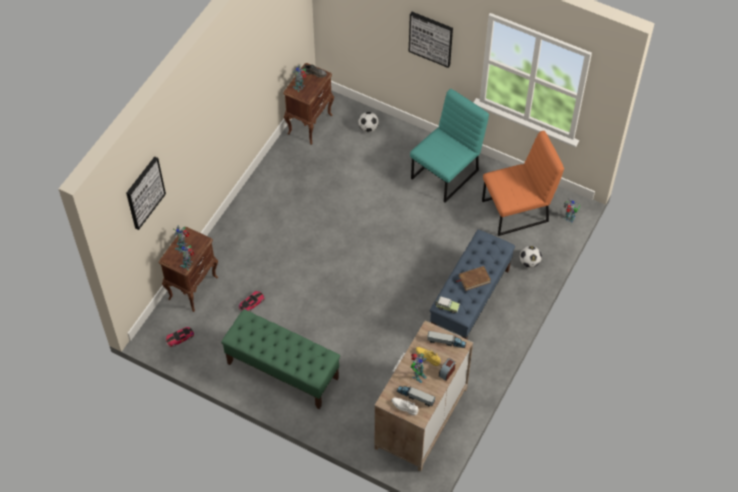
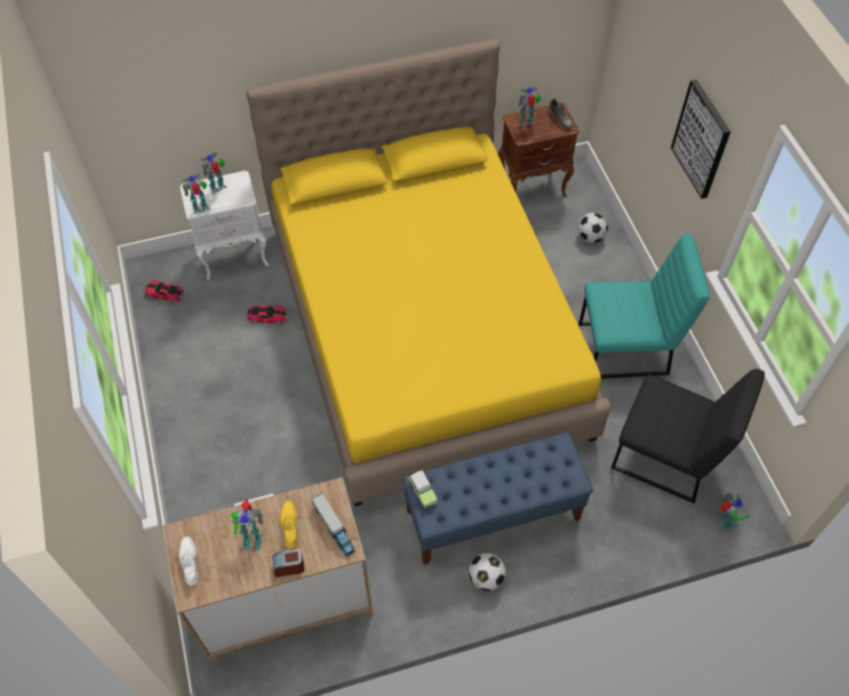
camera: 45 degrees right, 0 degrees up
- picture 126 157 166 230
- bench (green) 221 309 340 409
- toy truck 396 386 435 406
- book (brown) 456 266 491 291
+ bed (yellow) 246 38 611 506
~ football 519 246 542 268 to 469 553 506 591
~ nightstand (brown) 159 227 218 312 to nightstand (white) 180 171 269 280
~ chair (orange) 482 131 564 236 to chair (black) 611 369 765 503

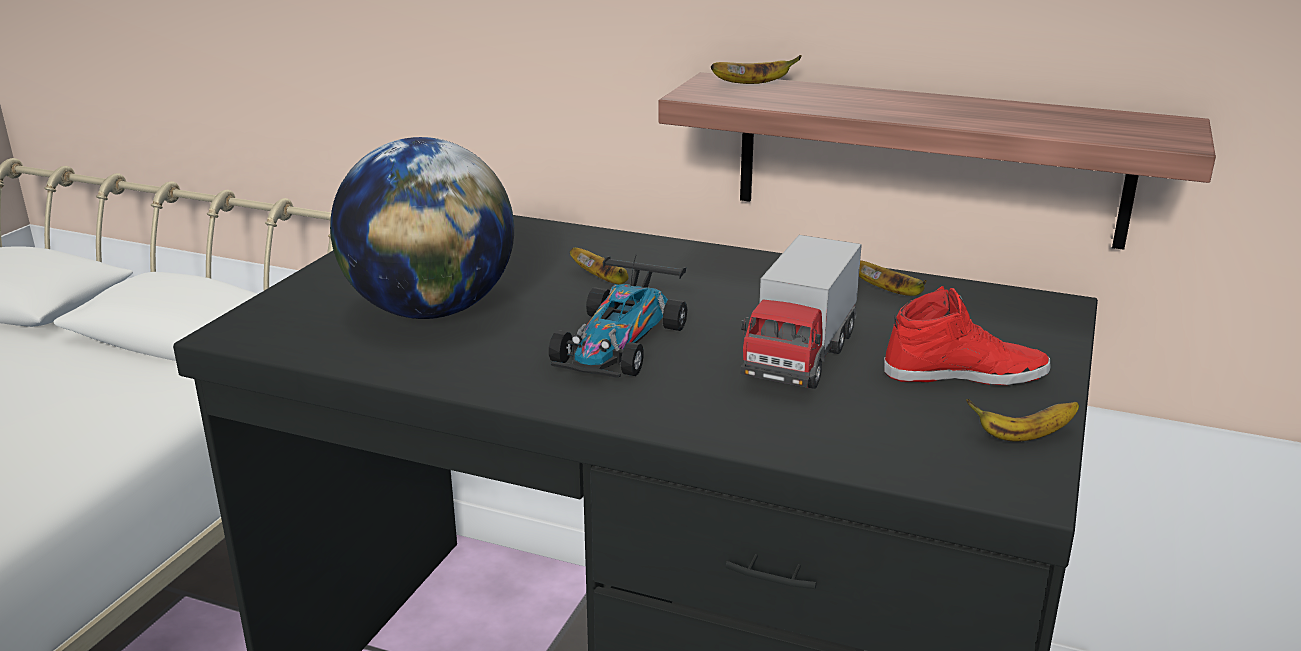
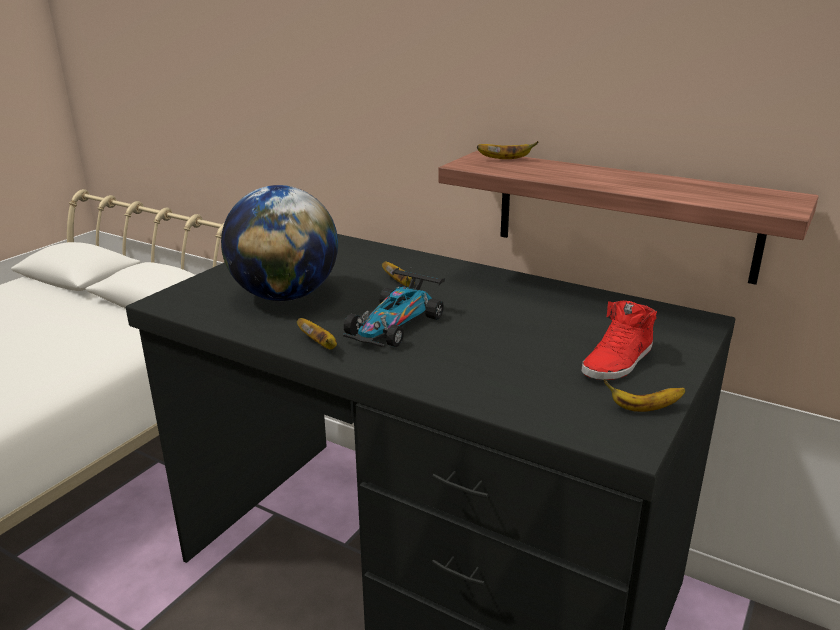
camera: 10 degrees right, 0 degrees up
- toy truck 740 235 862 389
~ banana 859 260 926 296 to 297 318 337 349
~ shoe (red) 884 286 1051 385 = 582 301 657 380 120 degrees clockwise

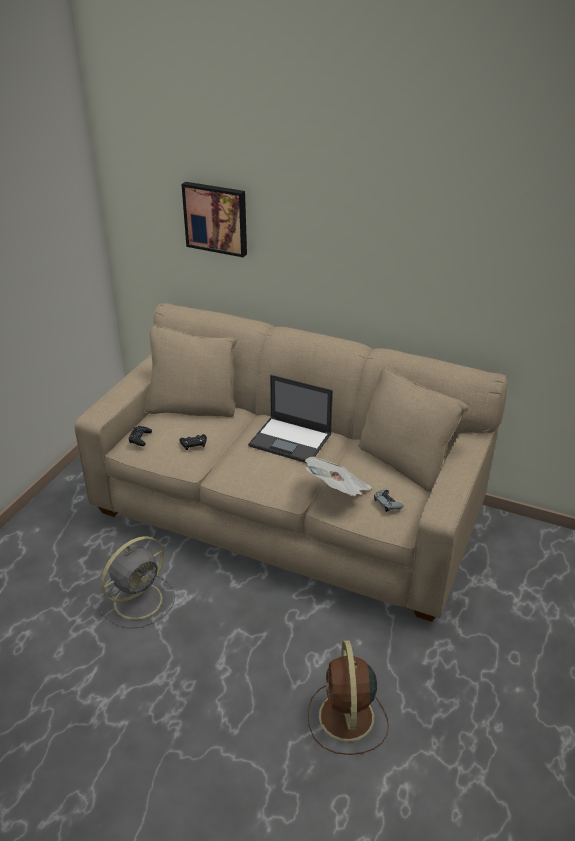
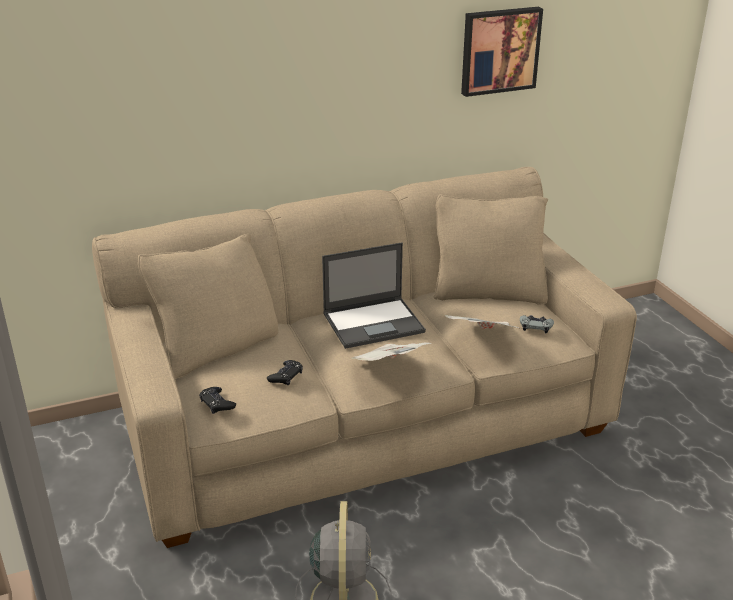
camera: 45 degrees left, 5 degrees down
- fan (brown) 308 640 389 755
+ newspaper 351 342 431 361
~ picture 182 182 247 257 to 461 7 543 97

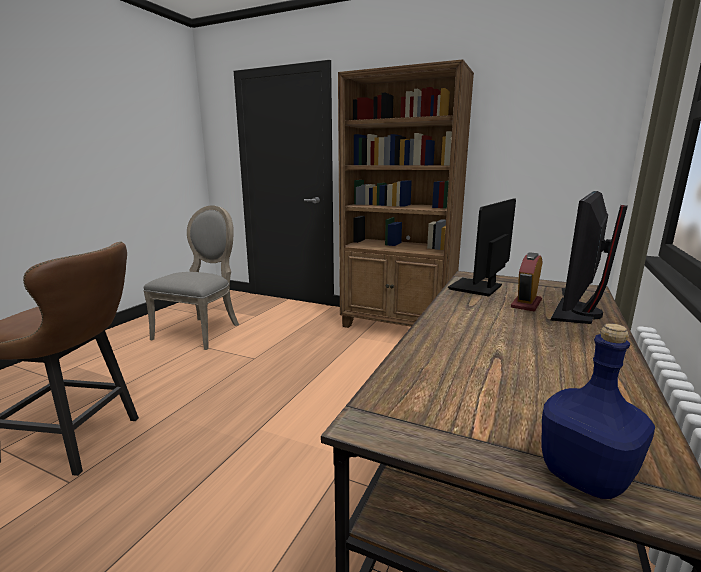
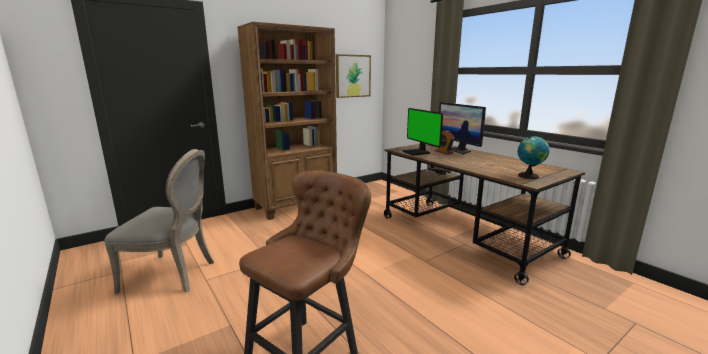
camera: 60 degrees left, 0 degrees up
- bottle (blue) 541 323 655 499
+ picture 336 54 371 98
+ globe 518 136 550 179
~ chair (grey) 143 205 239 350 = 104 149 214 294 135 degrees clockwise

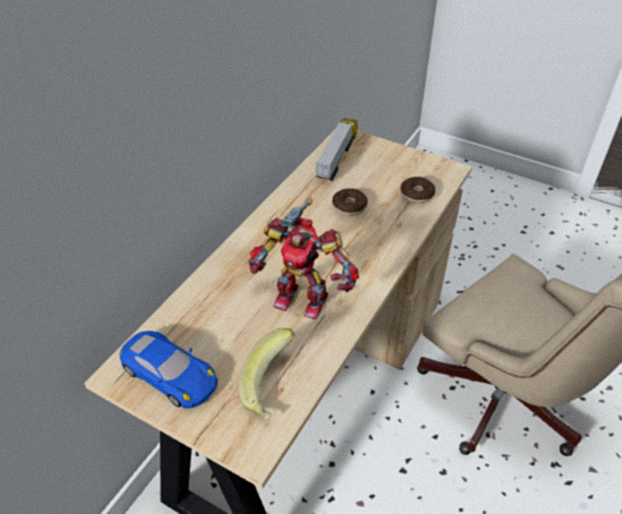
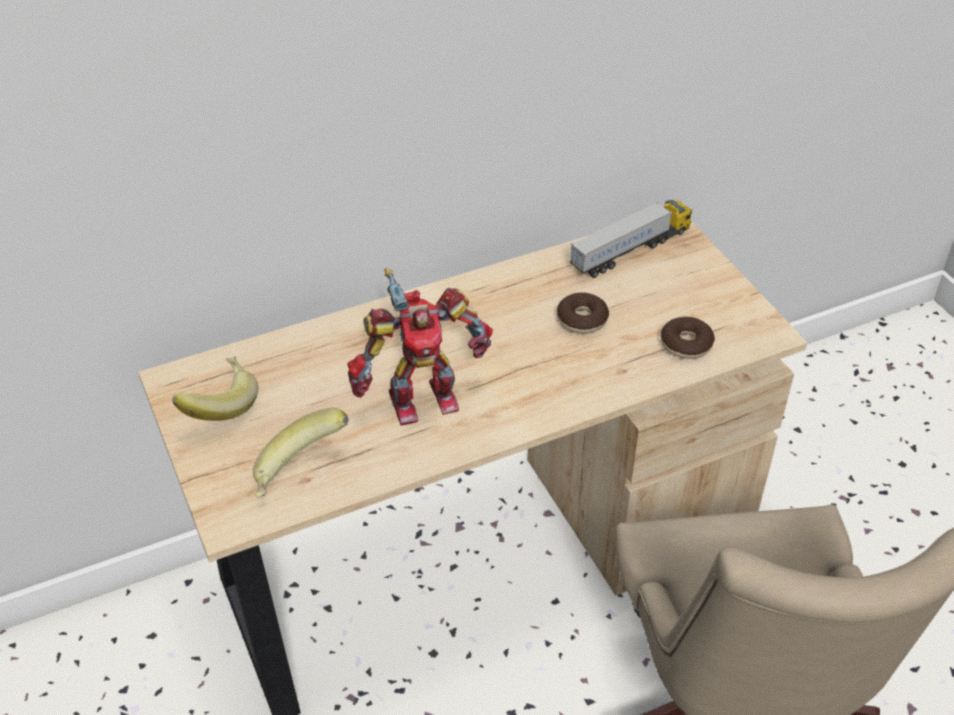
camera: 35 degrees right, 0 degrees up
~ toy car (blue) 120 331 218 408 to banana 172 356 258 421
~ toy robot 249 197 359 319 = 347 268 493 425 75 degrees counterclockwise

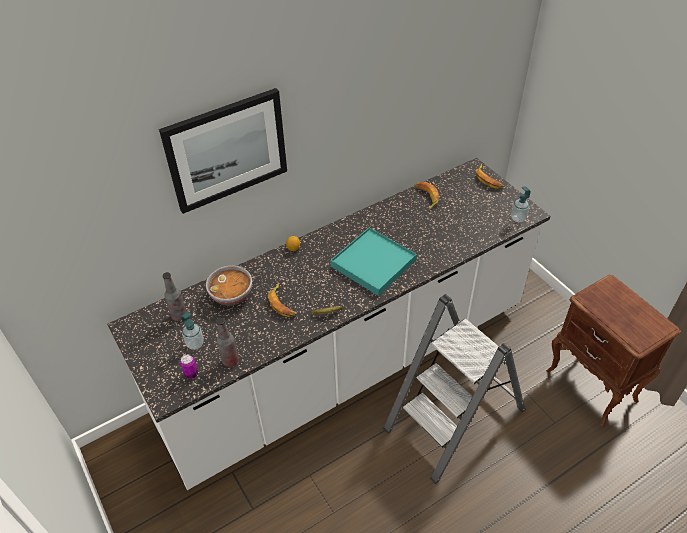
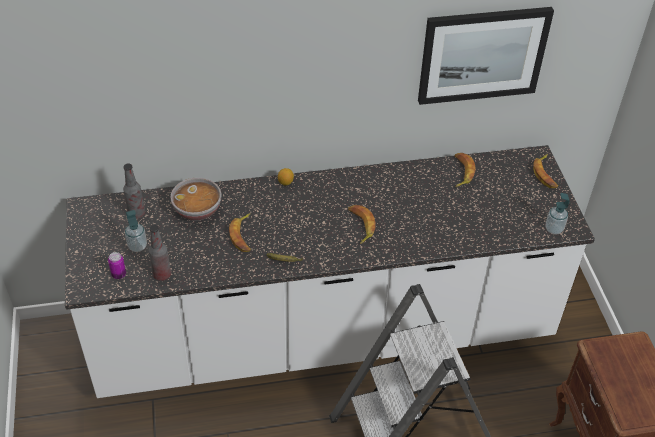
camera: 20 degrees right, 0 degrees up
~ picture 159 88 287 214 to 418 7 554 105
~ tray (turquoise) 331 227 417 296 to banana 348 205 376 244

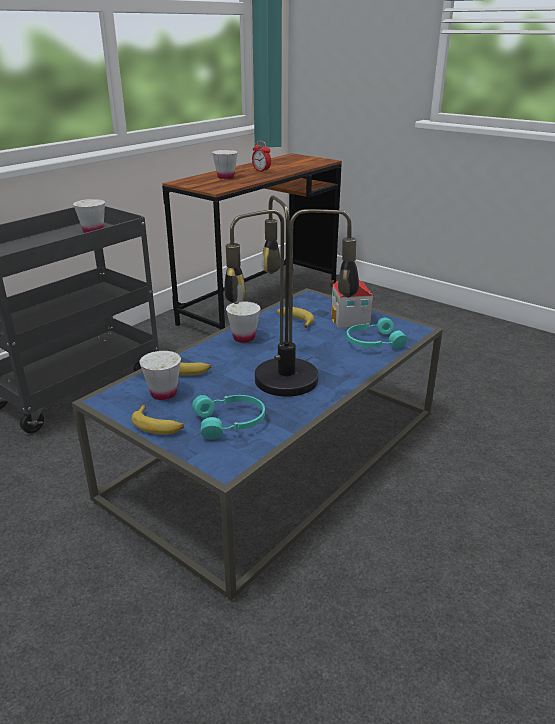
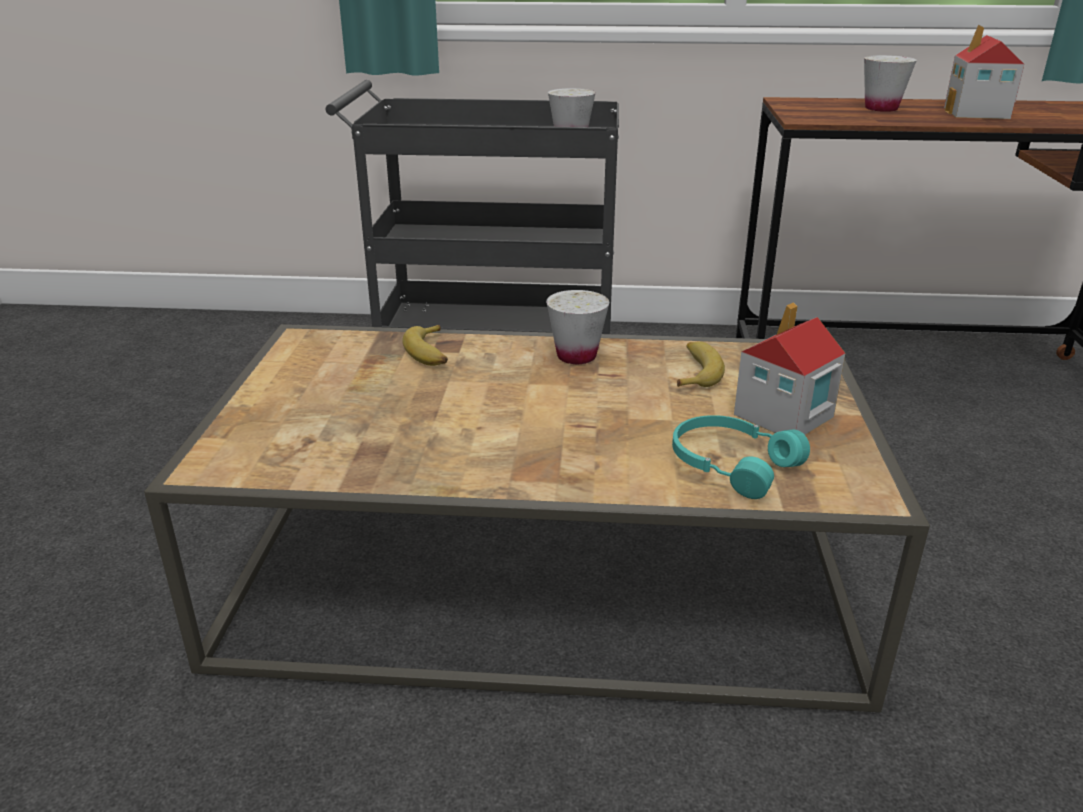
camera: 55 degrees right, 0 degrees up
- banana 131 405 184 434
- cup (white) 139 351 181 400
- headphones (turquoise) 192 395 265 440
- table lamp 224 195 359 397
~ alarm clock 252 141 271 172 to toy house 944 25 1024 119
~ coffee table (blue) 72 288 443 600 to coffee table (brown) 144 324 930 713

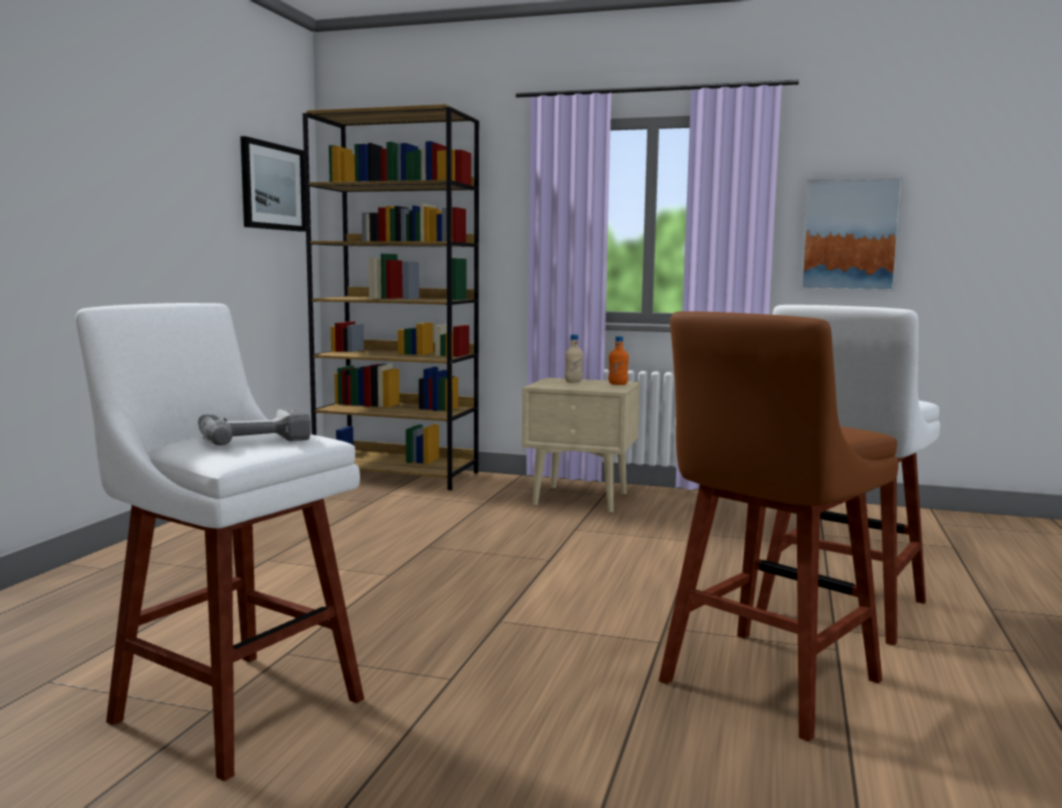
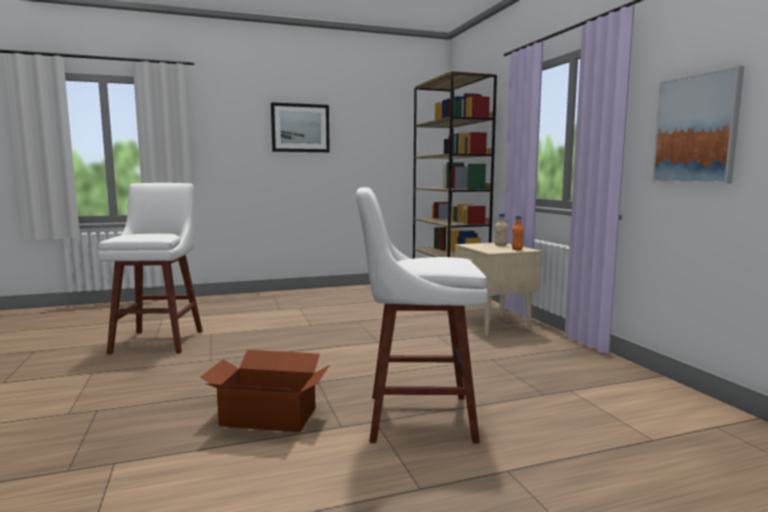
camera: 55 degrees right, 0 degrees up
- power drill 198 408 311 446
~ picture 240 136 306 232 to 271 102 330 152
~ stool (brown) 659 311 899 742 to cardboard box 201 350 330 432

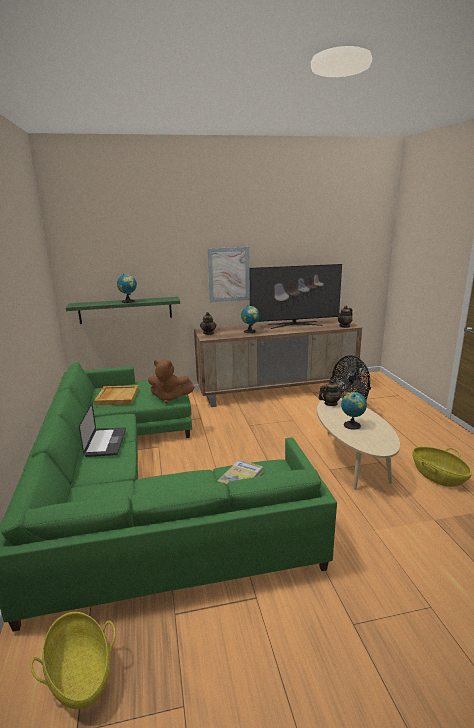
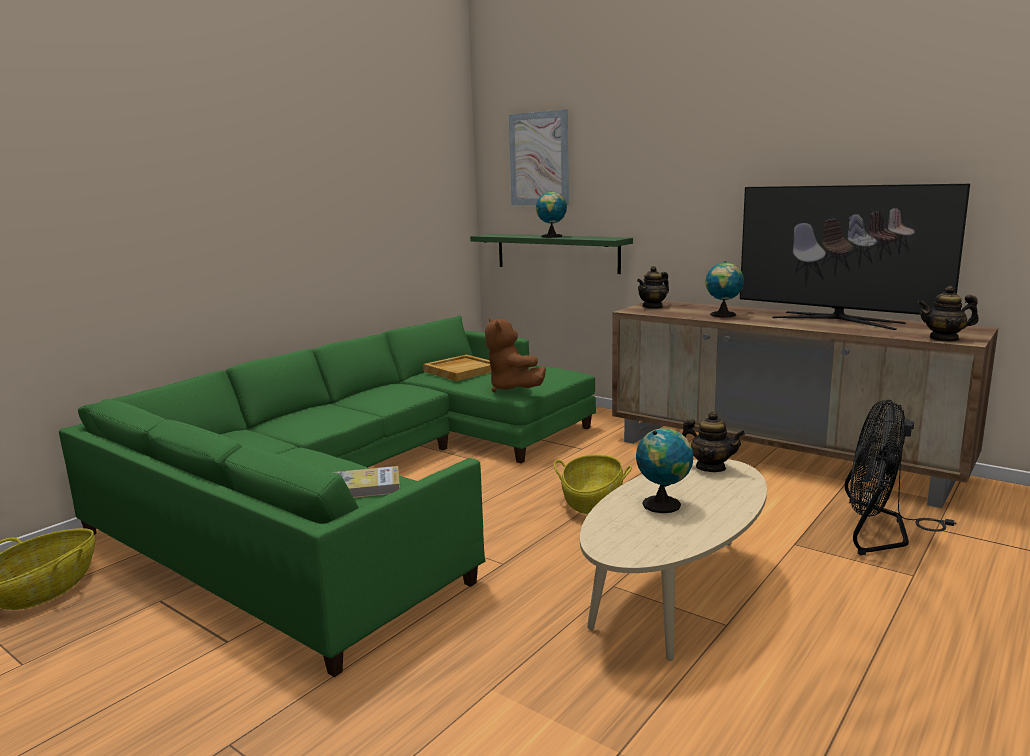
camera: 50 degrees right, 5 degrees down
- laptop 79 403 126 457
~ picture 207 247 250 302 to 509 109 569 205
~ basket 412 446 472 487 to 554 455 632 514

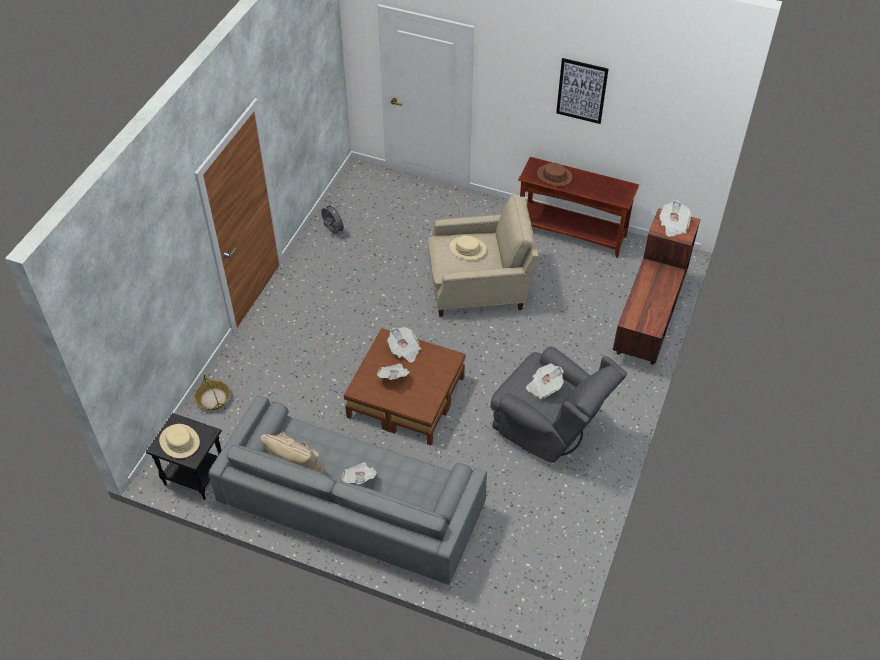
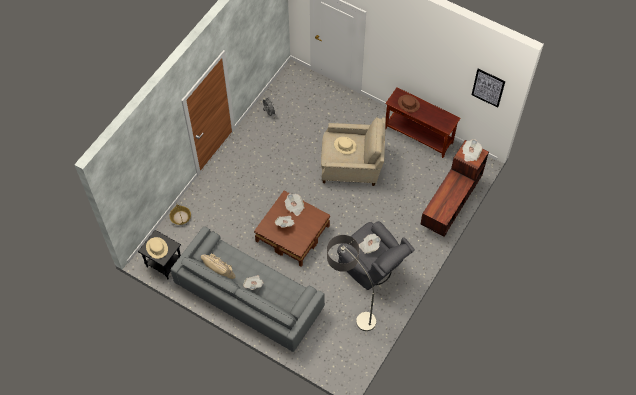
camera: 10 degrees right, 10 degrees up
+ floor lamp 327 235 376 331
~ picture 556 58 609 124 to 472 69 505 107

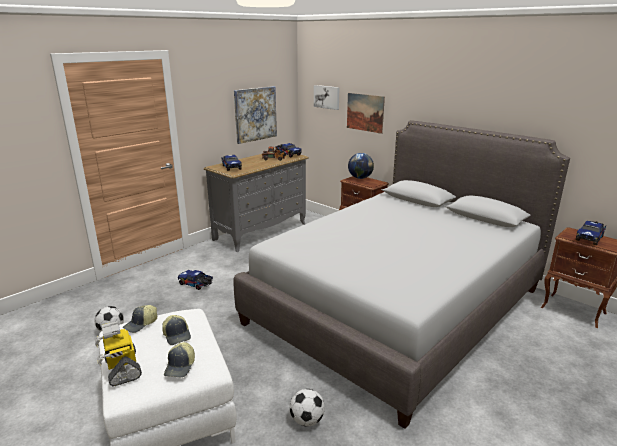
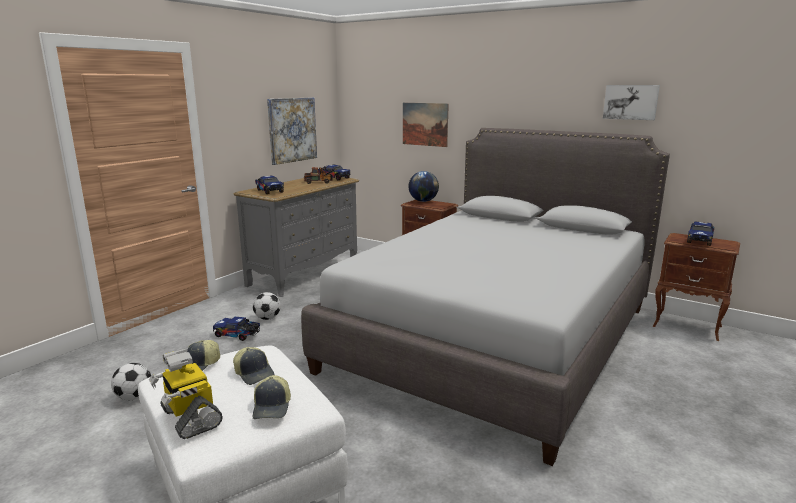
camera: 10 degrees left, 5 degrees down
~ football 290 389 325 427 to 253 292 281 320
~ picture 314 85 340 110 to 603 85 660 120

